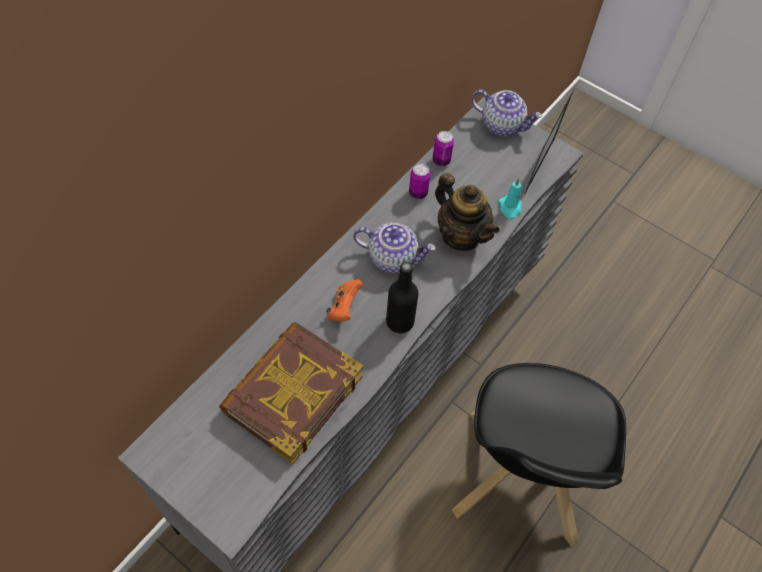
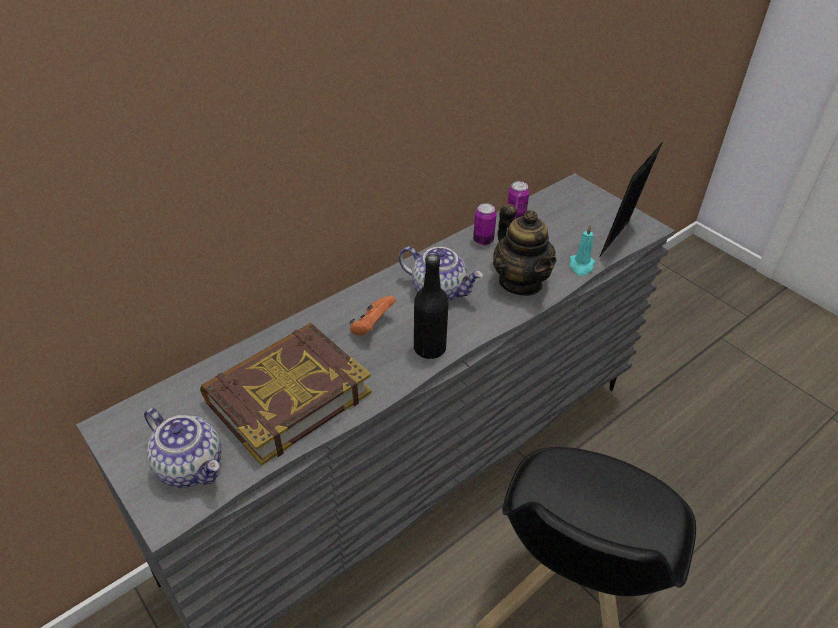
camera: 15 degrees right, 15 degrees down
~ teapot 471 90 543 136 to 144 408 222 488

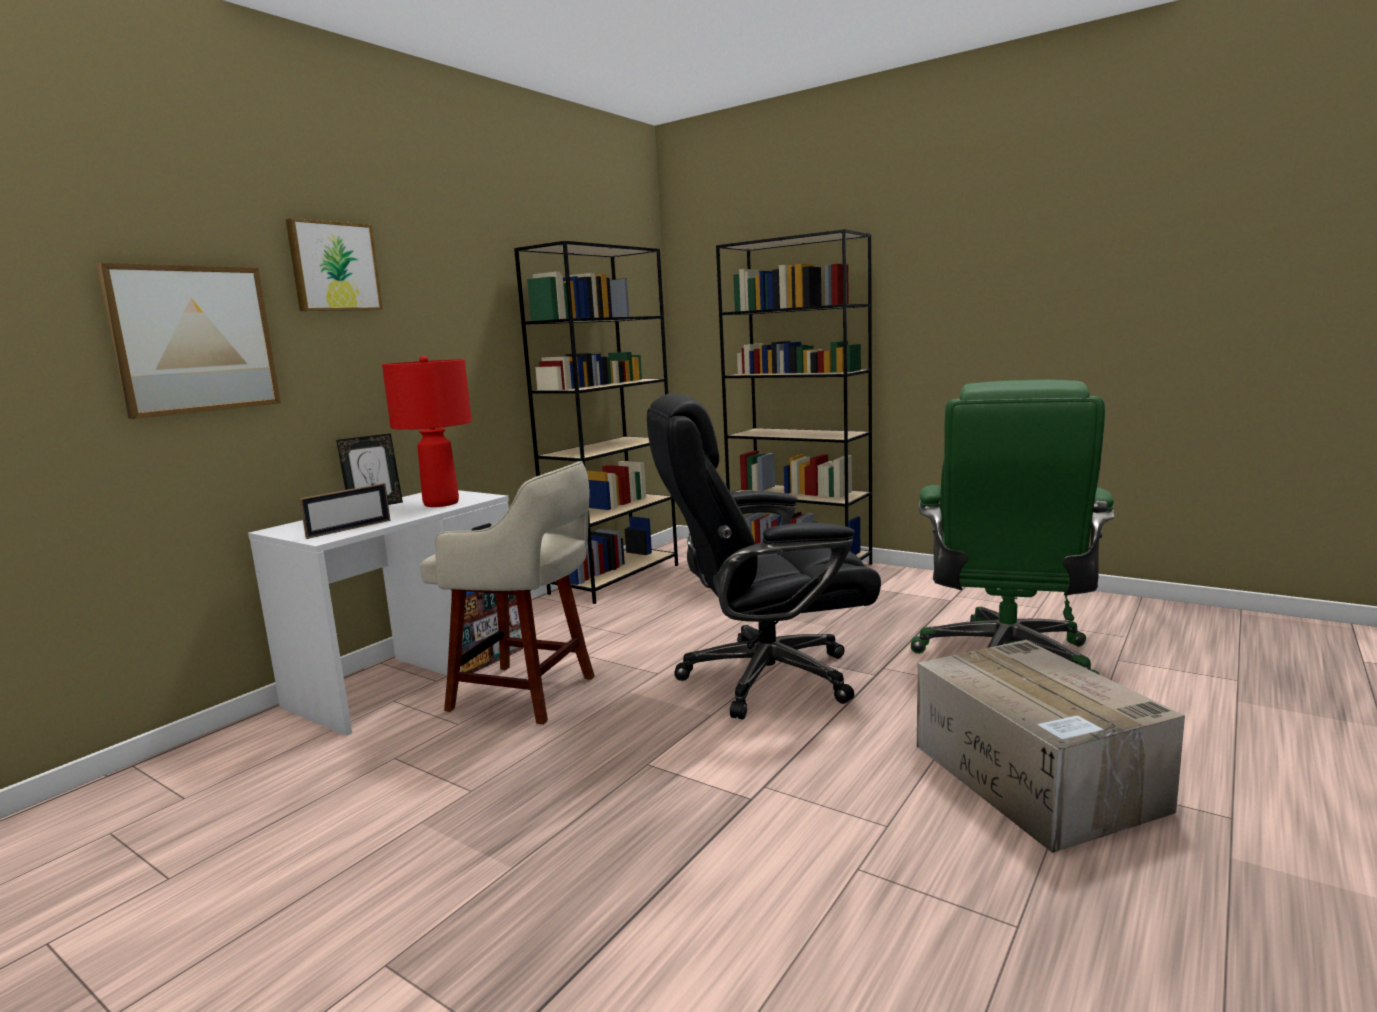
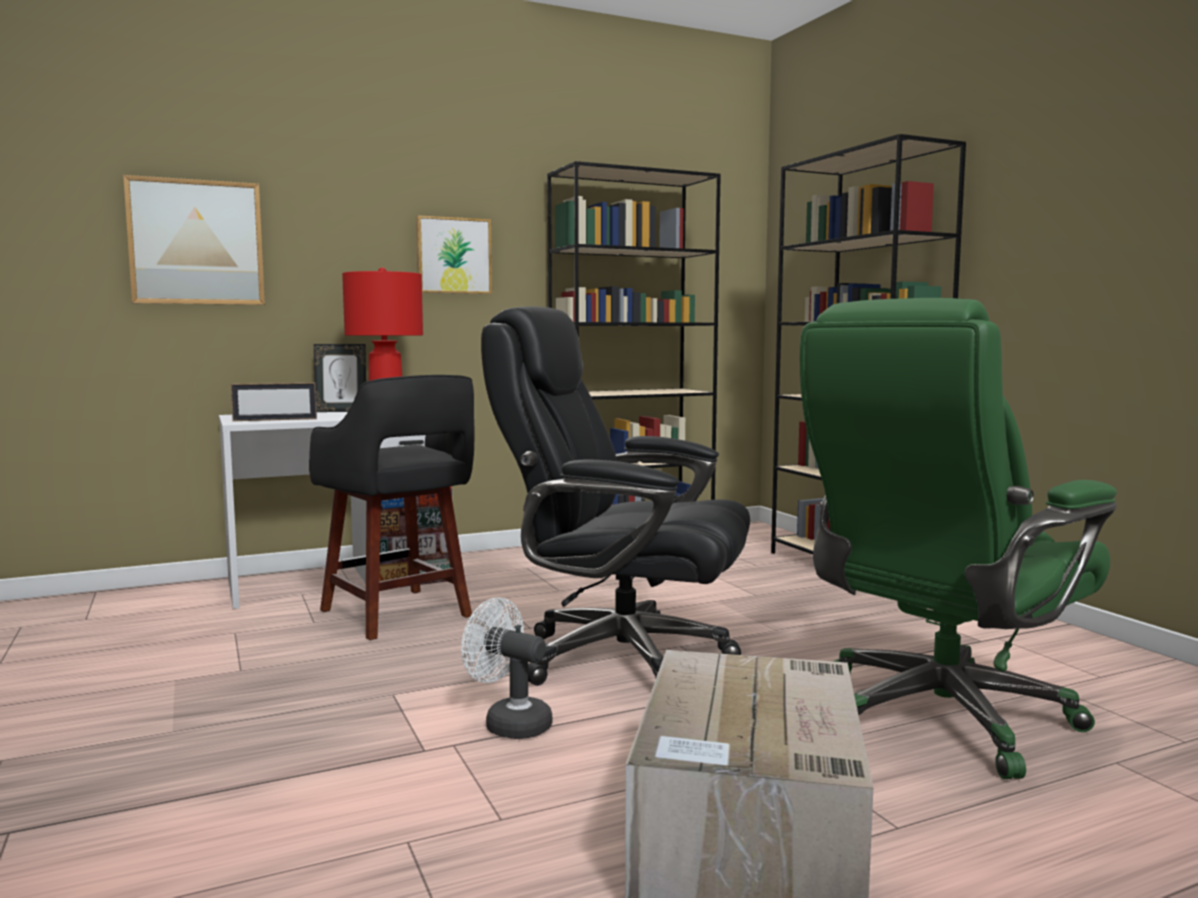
camera: 30 degrees right, 5 degrees down
+ fan (white) 461 598 552 739
~ picture 286 218 383 311 to 416 215 492 294
~ stool (beige) 420 461 595 724 to stool (black) 309 375 474 640

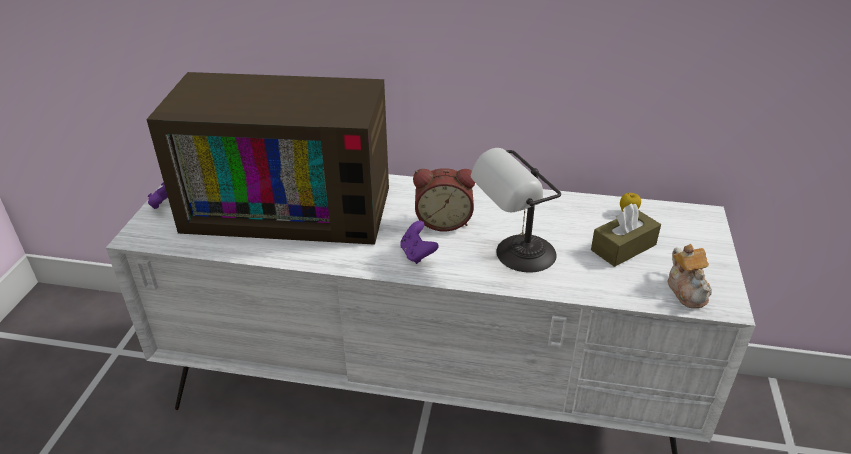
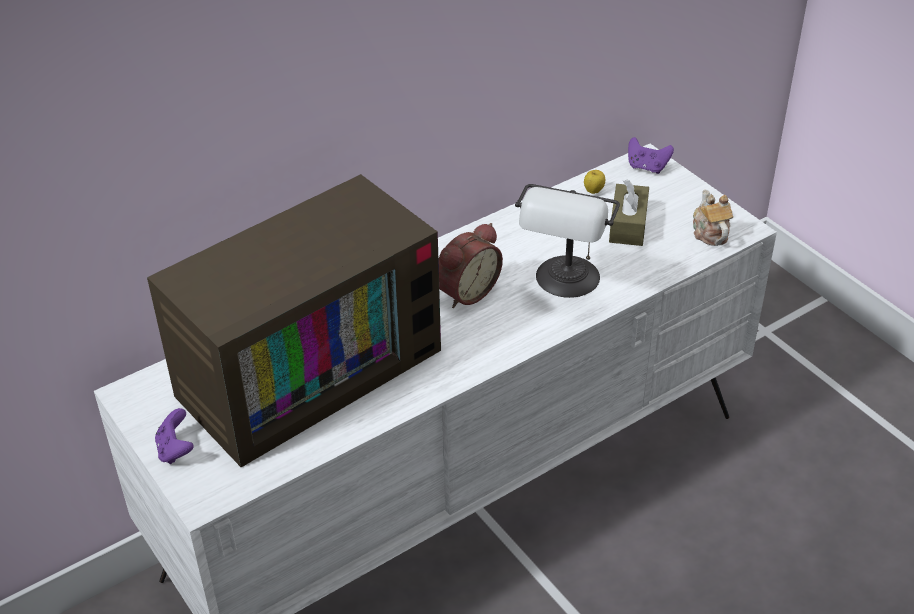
camera: 45 degrees left, 5 degrees up
~ game controller (purple) 400 220 439 264 to 628 137 674 174
~ teapot 667 244 712 308 = 693 189 733 246 135 degrees counterclockwise

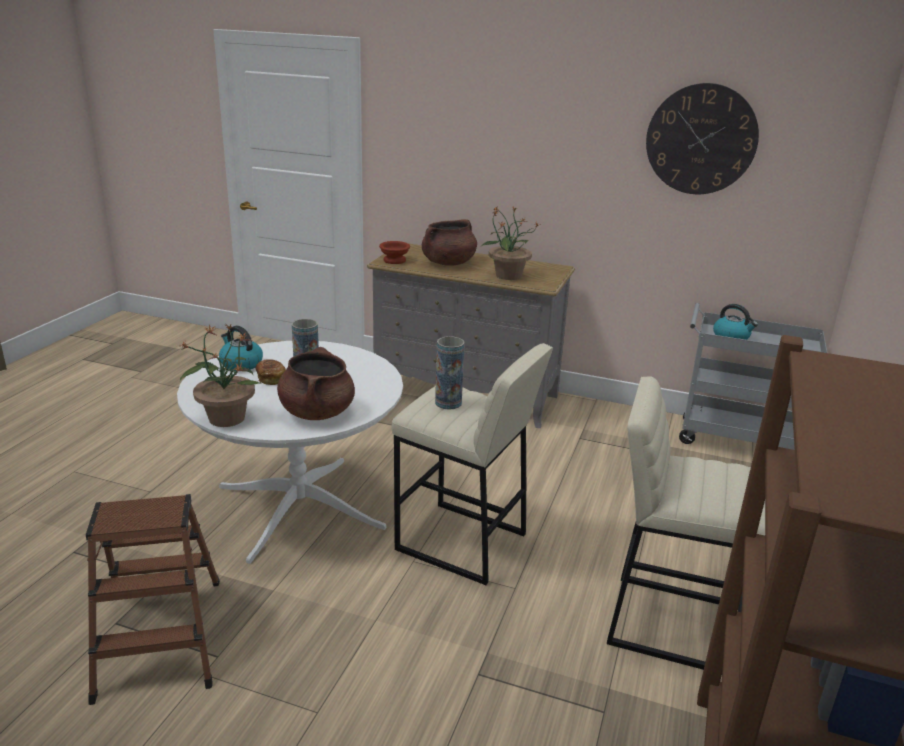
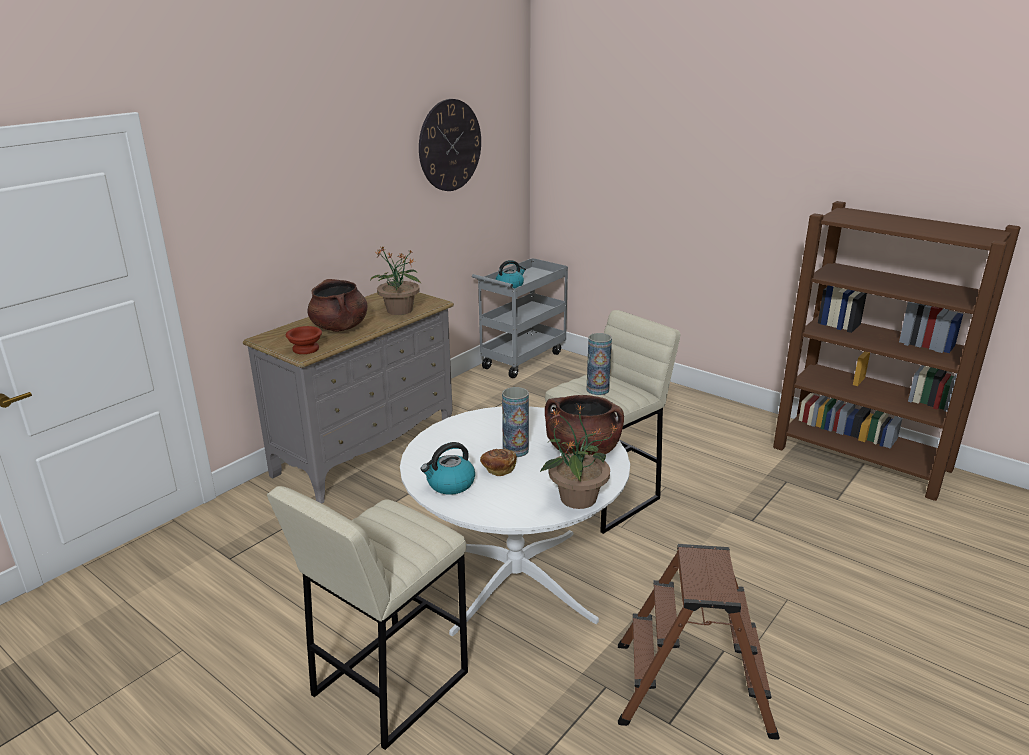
camera: 70 degrees left, 0 degrees up
~ stool (beige) 607 376 765 670 to 267 486 468 750

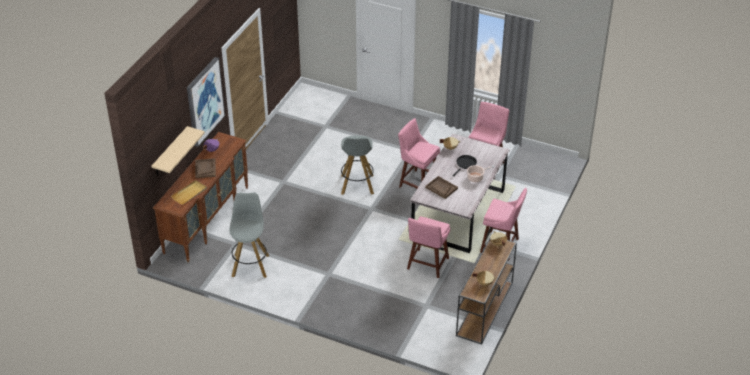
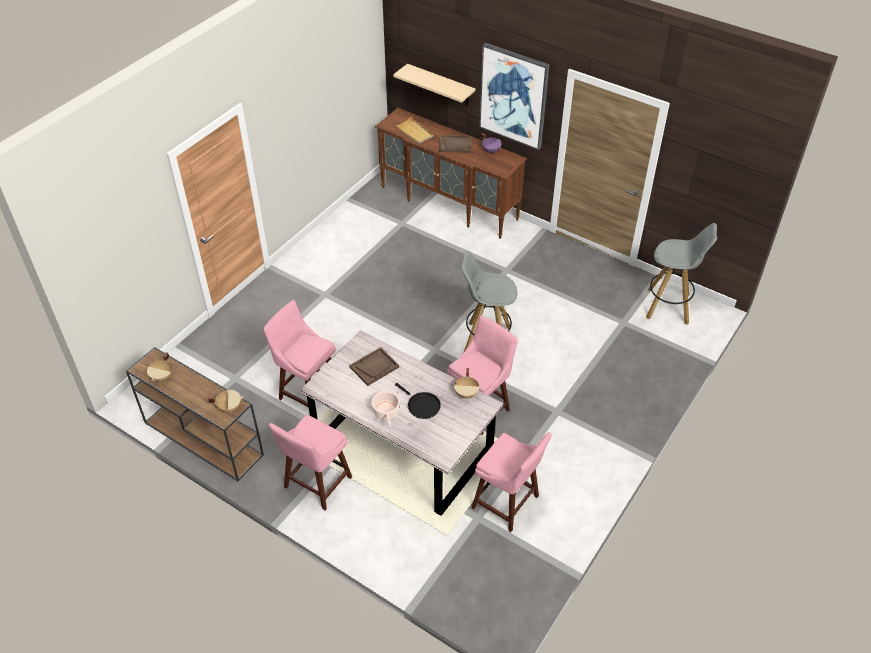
camera: 100 degrees right, 5 degrees up
~ stool (grey) 230 192 269 278 to 646 223 717 325

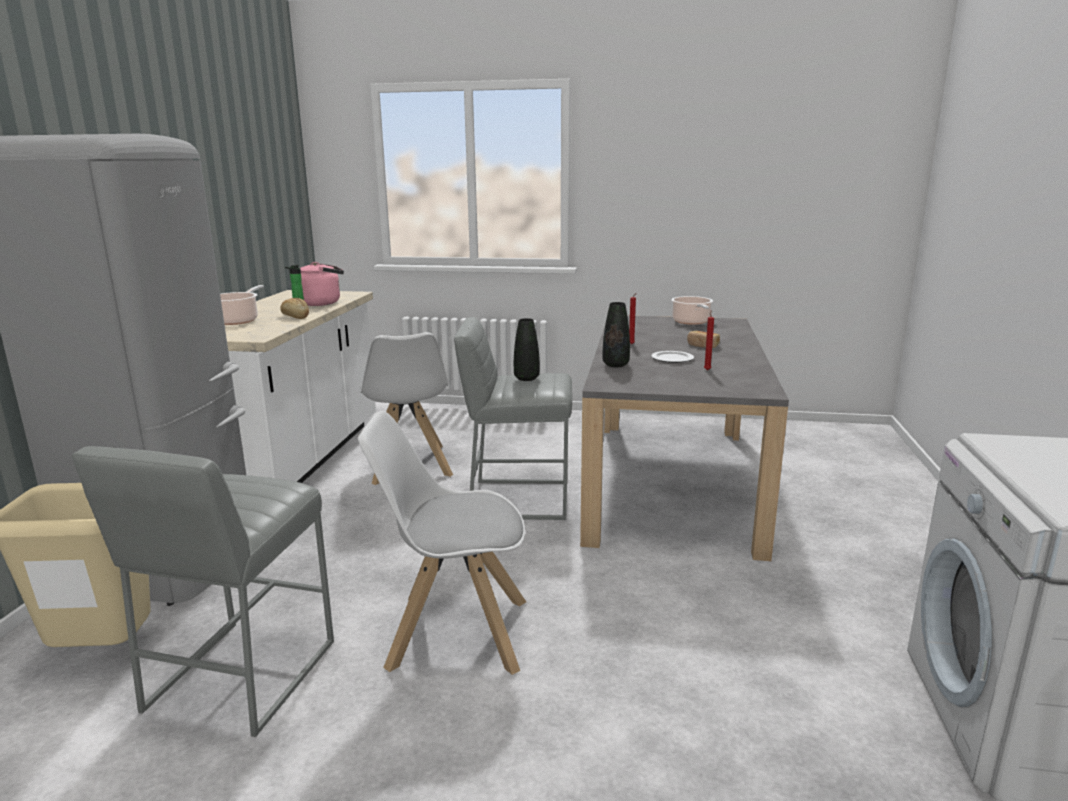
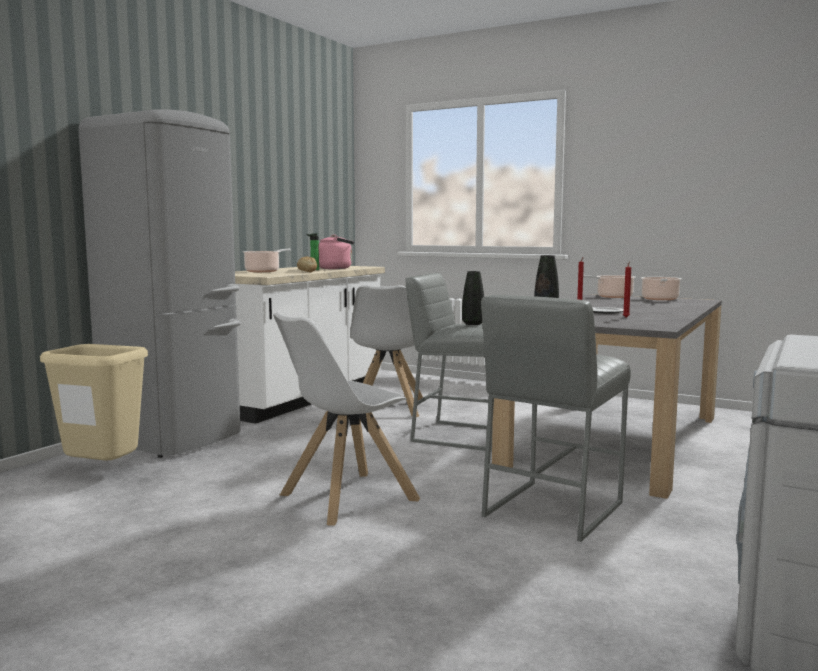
camera: 20 degrees right, 10 degrees down
- bread 687 331 720 348
+ cooking pot 583 275 636 298
~ stool (grey) 72 446 334 737 to 481 295 631 542
~ chair 358 411 526 675 = 273 312 420 526 60 degrees counterclockwise

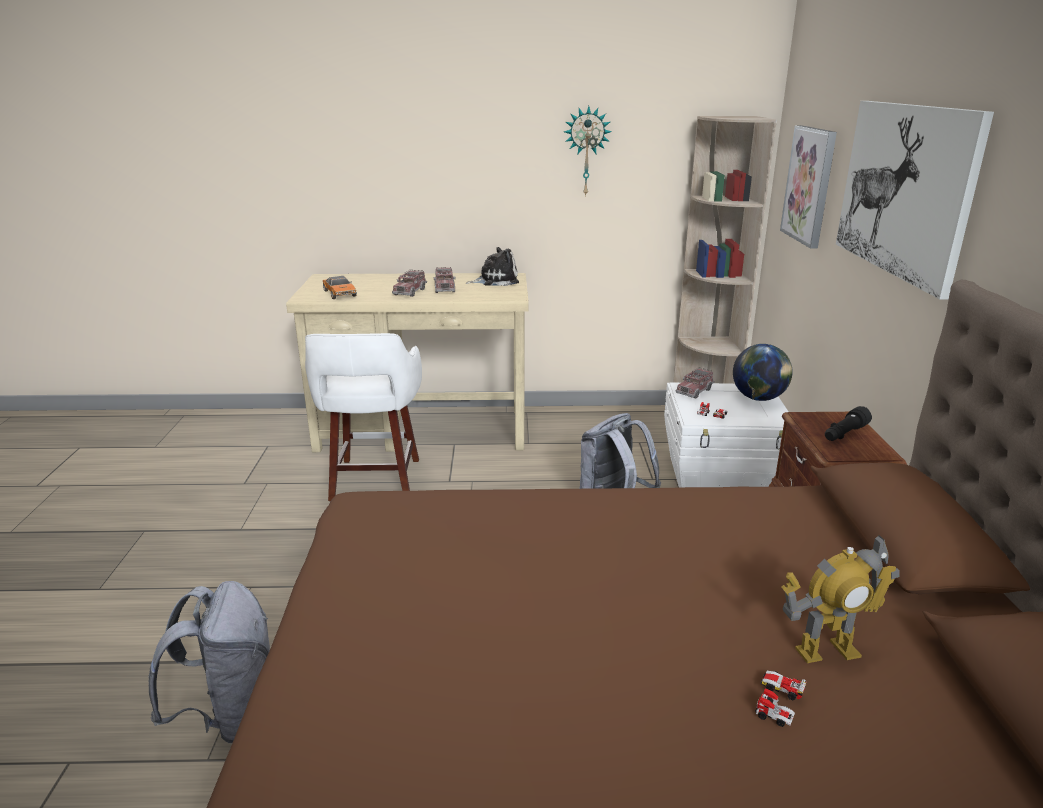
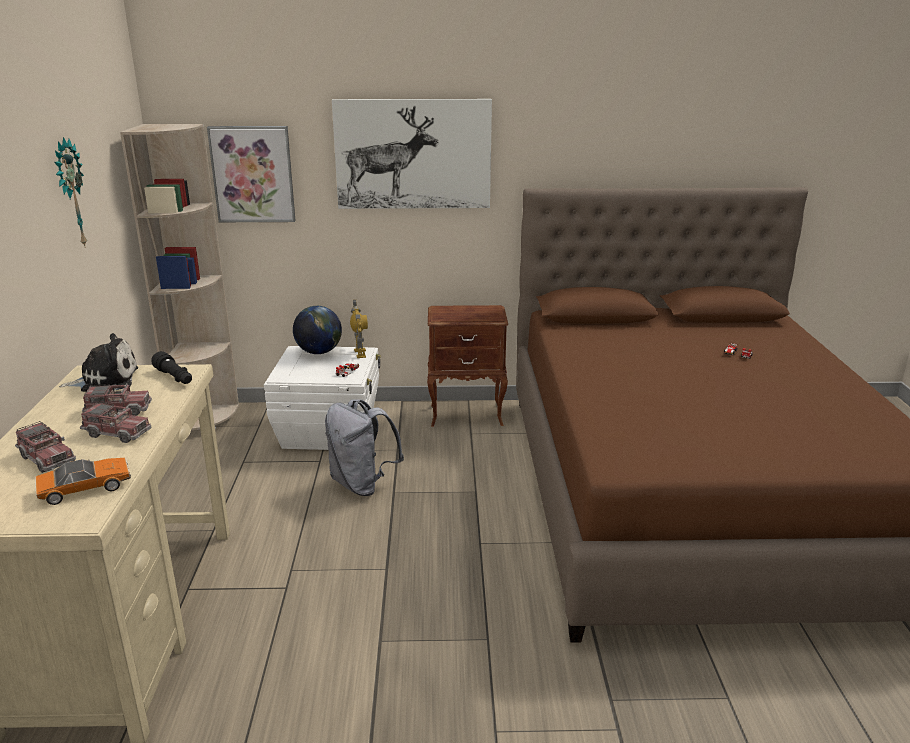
camera: 90 degrees left, 0 degrees up
- backpack (grey) 149 581 270 743
- stool (white) 305 333 422 501
~ toy truck 676 367 715 398 to 15 421 76 473
~ toy robot 782 535 900 663 to 350 300 368 358
~ flashlight (black) 825 406 872 441 to 151 351 192 384
~ plush toy 466 247 519 286 = 59 333 138 392 90 degrees clockwise

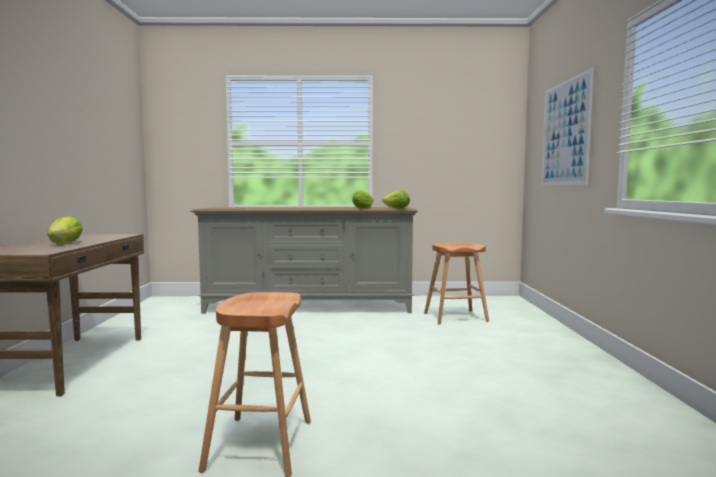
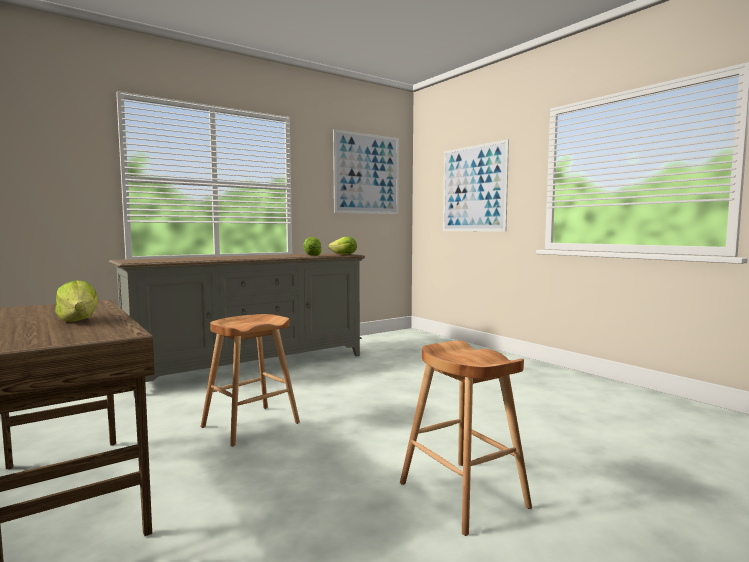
camera: 35 degrees left, 0 degrees up
+ picture 333 129 399 214
~ stool (brown) 424 243 489 325 to 201 314 300 446

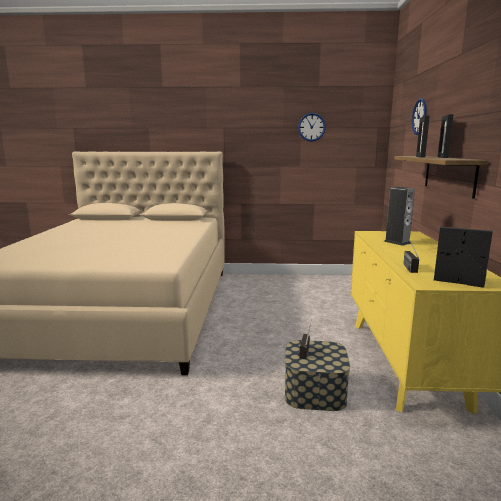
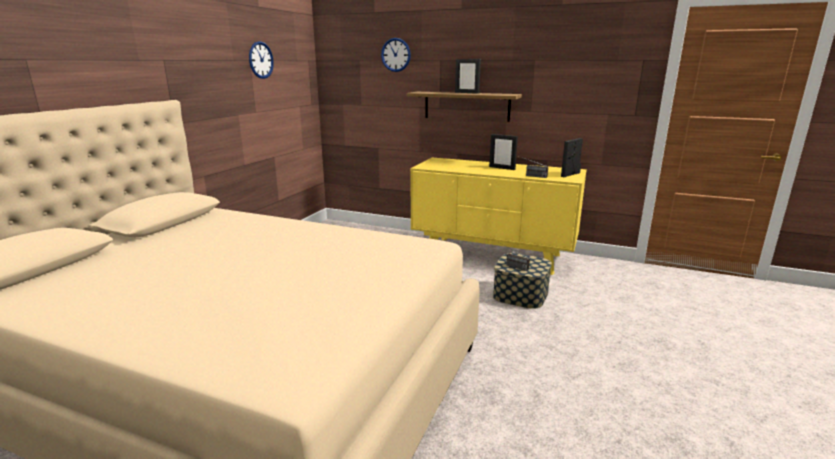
camera: 70 degrees left, 5 degrees up
- speaker 384 187 415 246
~ picture frame 416 116 430 158 to 489 134 518 170

